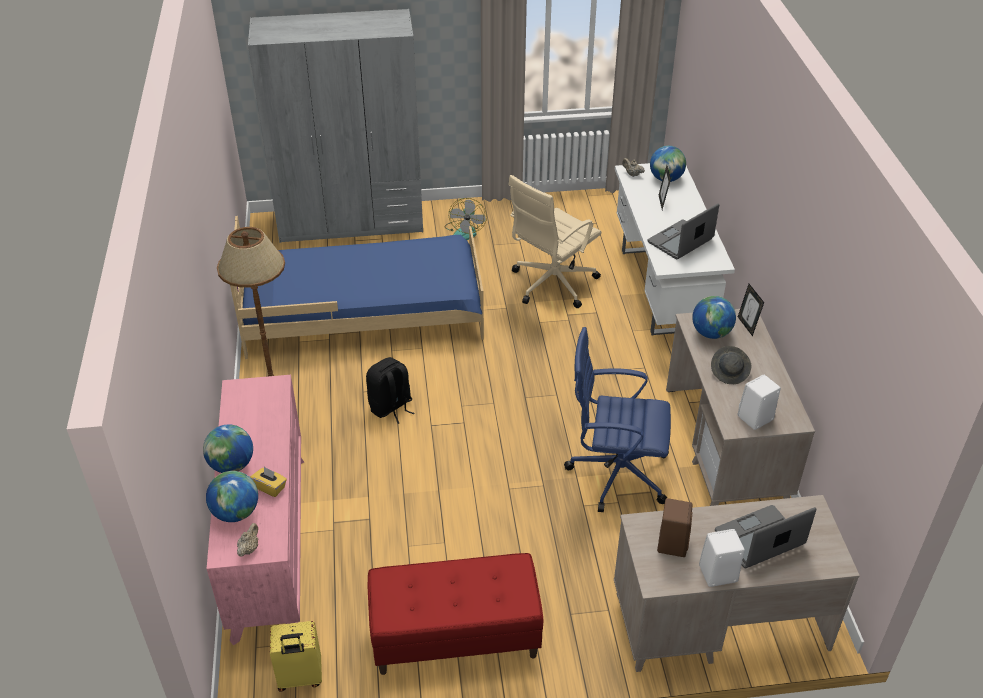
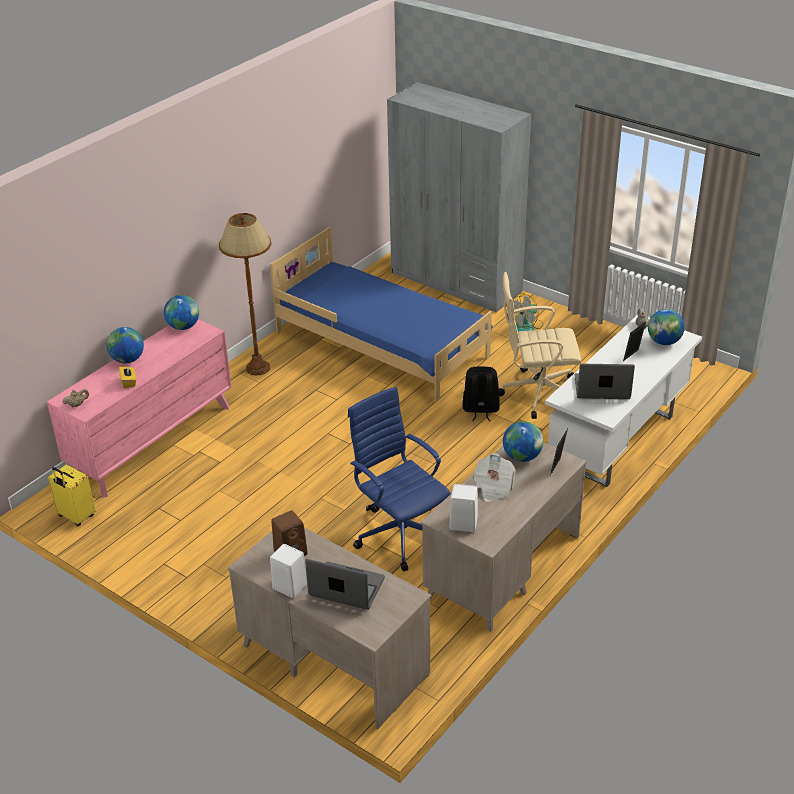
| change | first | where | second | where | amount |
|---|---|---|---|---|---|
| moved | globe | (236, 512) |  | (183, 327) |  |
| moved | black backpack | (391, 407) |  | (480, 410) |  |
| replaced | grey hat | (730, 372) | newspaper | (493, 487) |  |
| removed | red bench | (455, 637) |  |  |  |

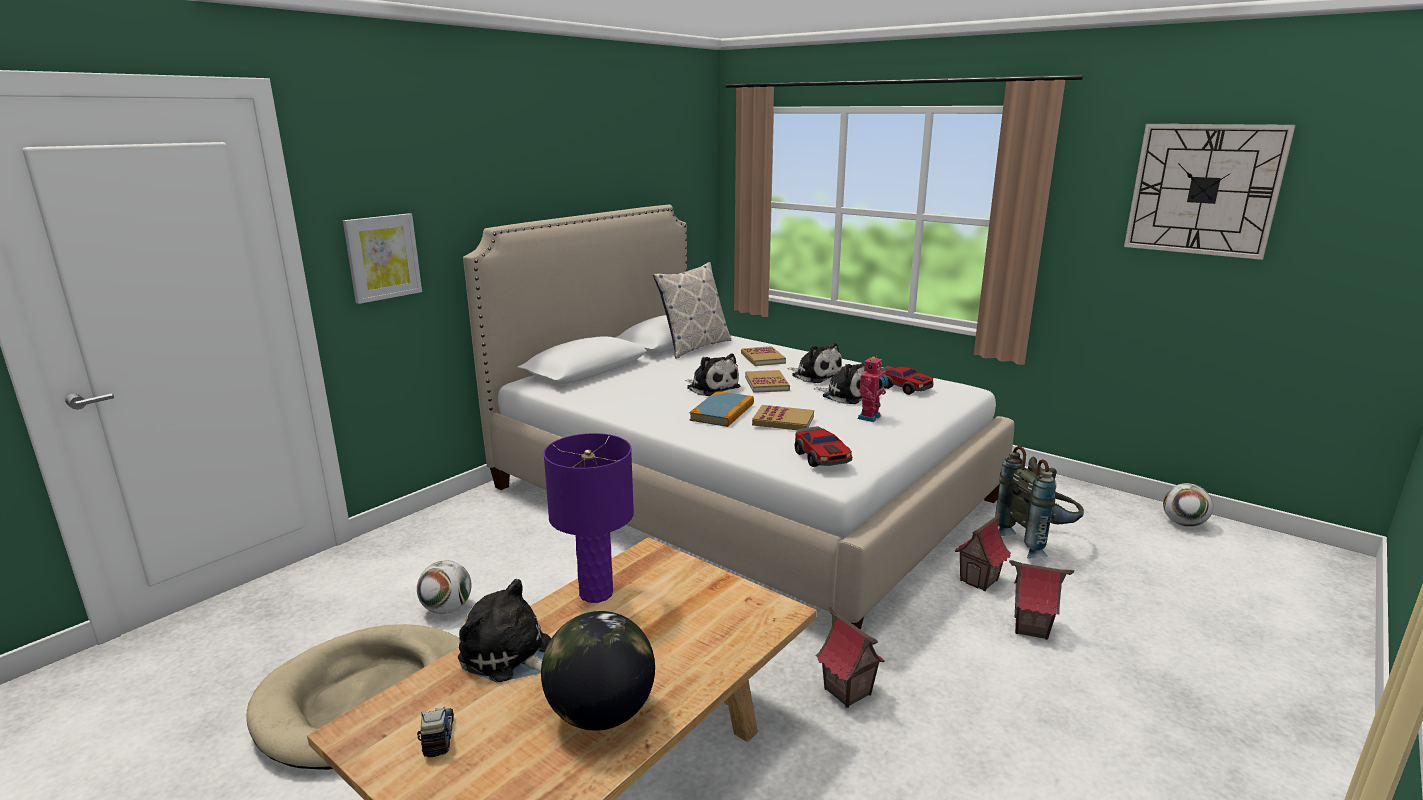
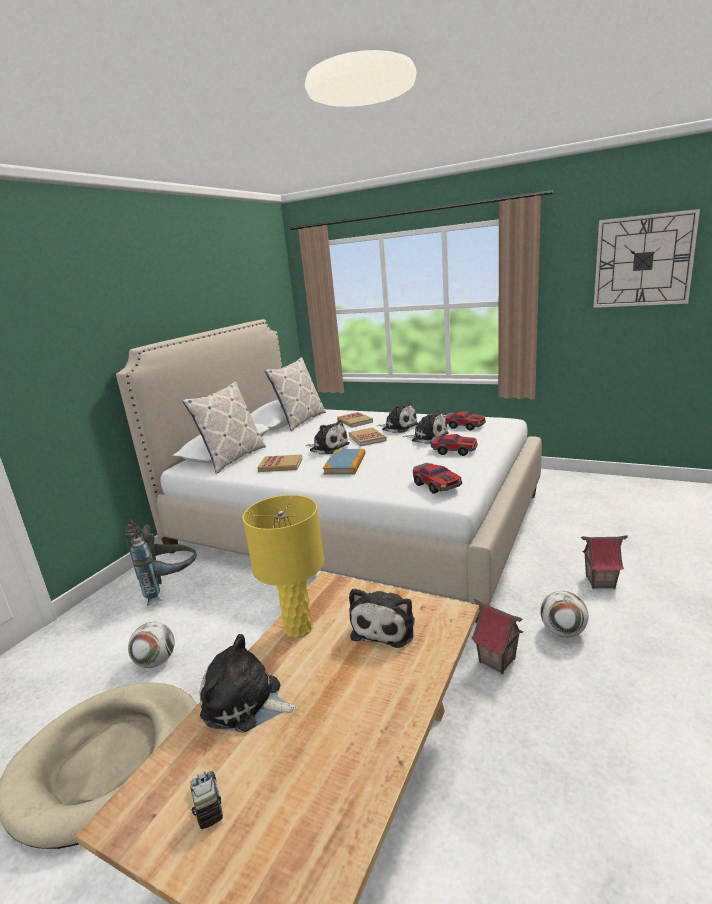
| change | first | where | second | where | amount |
|---|---|---|---|---|---|
| moved | grey backpack | (1037, 542) |  | (170, 588) |  |
| added |  |  | pillow | (233, 458) |  |
| recoloured | purple table lamp | (596, 593) | yellow table lamp | (299, 628) |  |
| moved | book | (783, 421) |  | (280, 465) |  |
| added |  |  | plush toy | (385, 626) |  |
| replaced | toy robot | (870, 418) | toy car | (454, 450) |  |
| moved | football | (1183, 523) |  | (563, 632) |  |
| removed | picture | (382, 257) |  |  |  |
| removed | globe | (601, 714) |  |  |  |
| removed | toy house | (979, 580) |  |  |  |

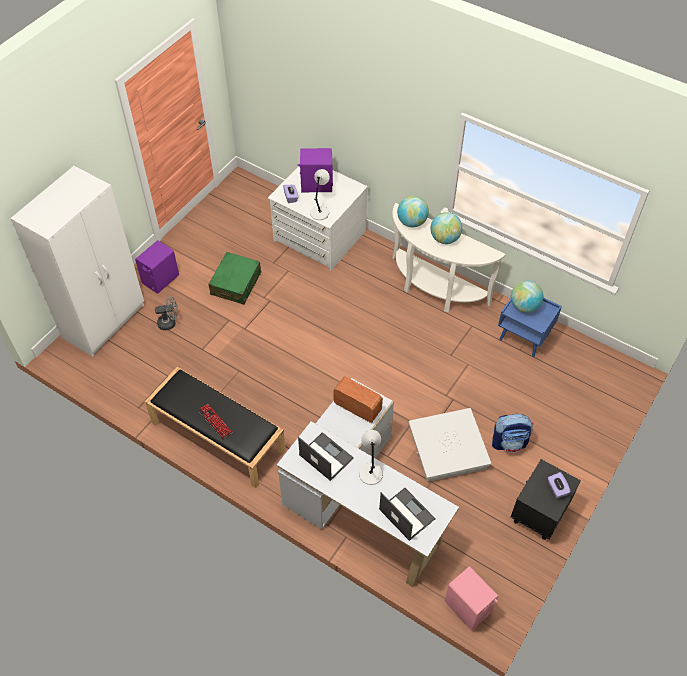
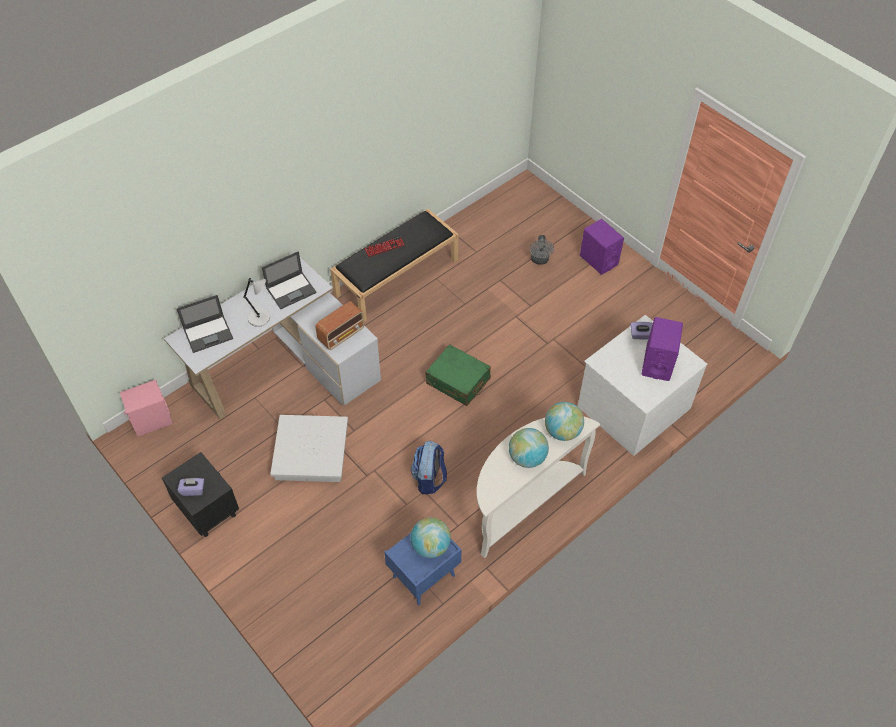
| change | first | where | second | where | amount |
|---|---|---|---|---|---|
| moved | backpack | (509, 442) |  | (429, 479) |  |
| moved | green suitcase | (236, 284) |  | (458, 381) |  |
| removed | white wardrobe | (105, 321) |  |  |  |
| removed | grey table lamp | (320, 212) |  |  |  |

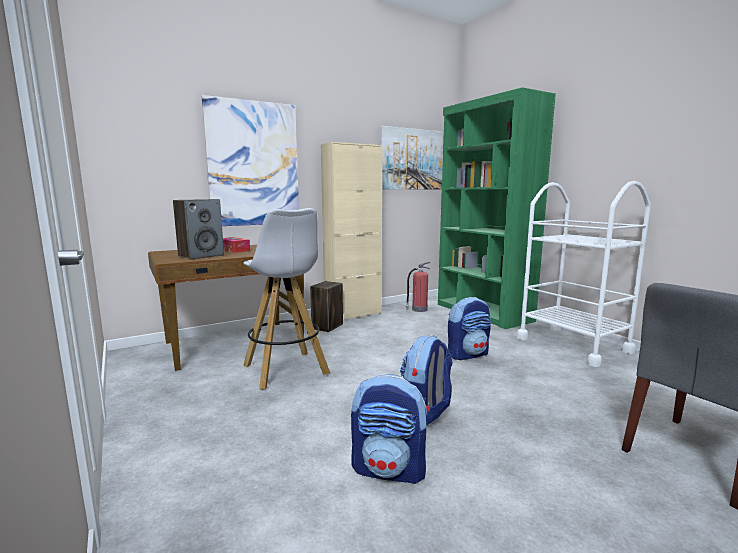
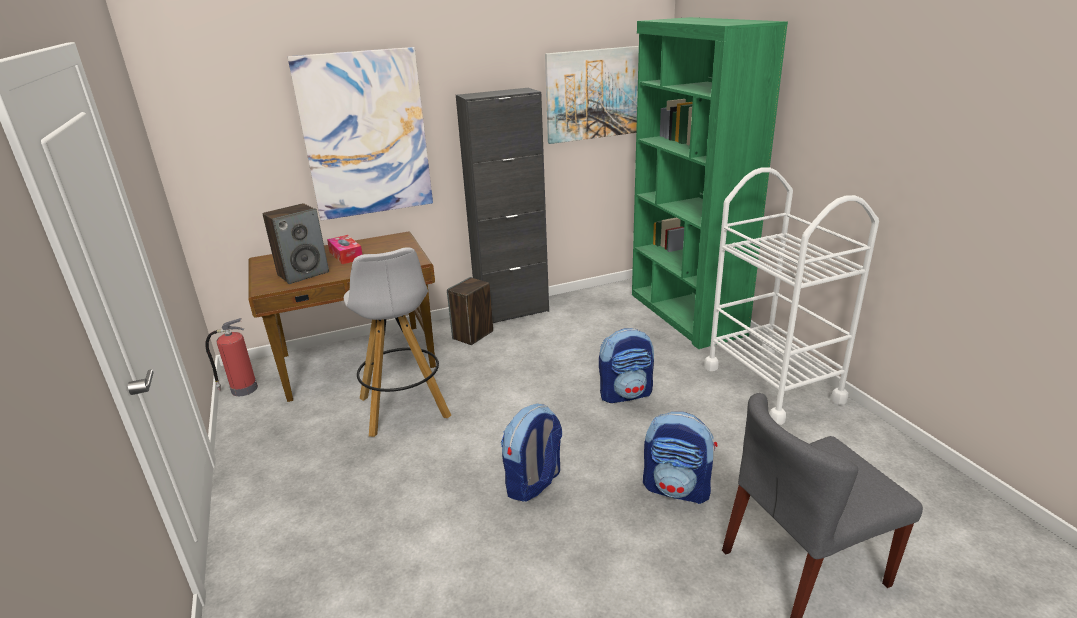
| change | first | where | second | where | amount |
|---|---|---|---|---|---|
| moved | fire extinguisher | (418, 309) |  | (243, 389) |  |
| recoloured | beige cabinet | (353, 314) | black cabinet | (512, 312) |  |
| moved | backpack | (389, 469) |  | (677, 489) |  |

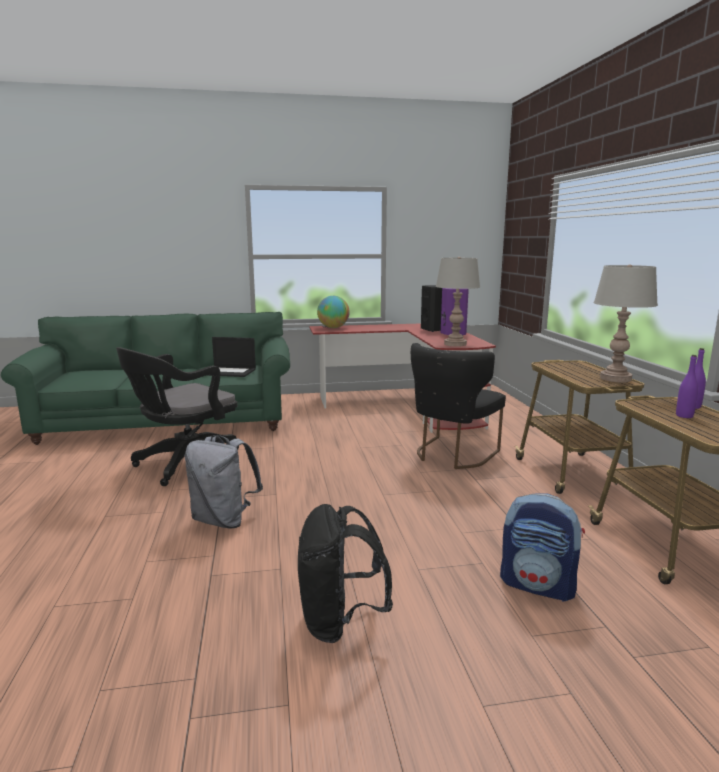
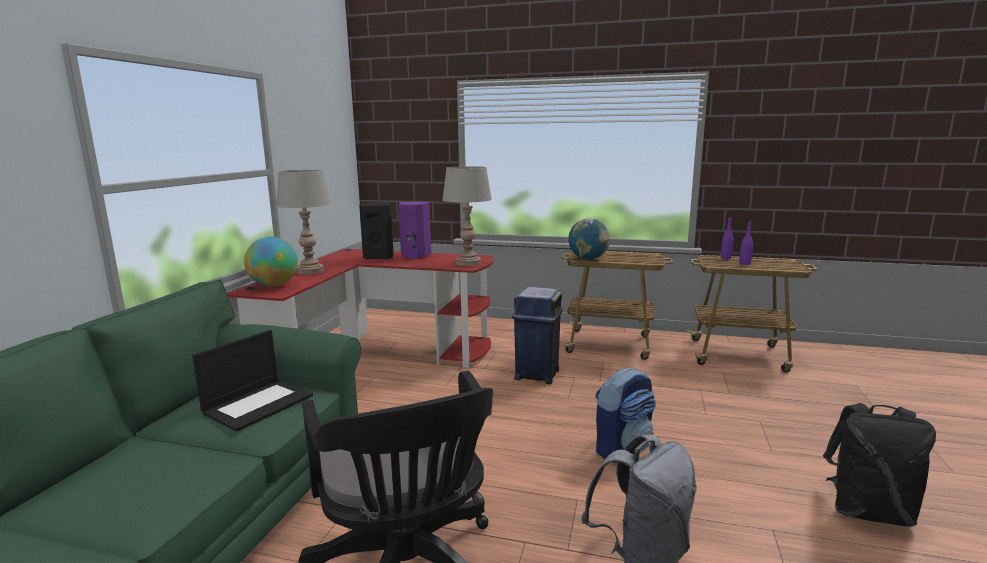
| change | first | where | second | where | amount |
|---|---|---|---|---|---|
| moved | grey table lamp | (615, 378) |  | (310, 271) |  |
| replaced | black chair | (452, 455) | blue trash can | (537, 374) |  |
| added |  |  | globe | (588, 259) |  |
| moved | backpack | (538, 585) |  | (622, 449) |  |

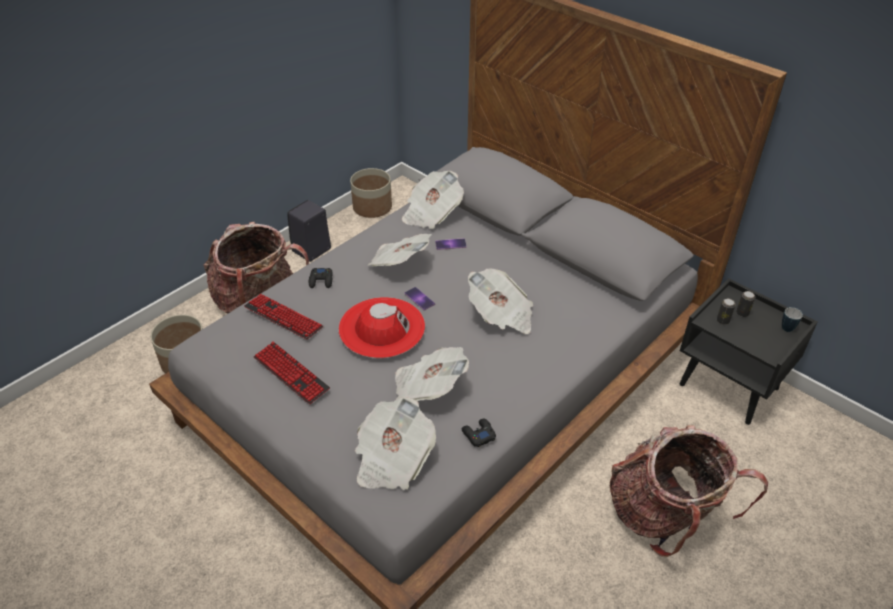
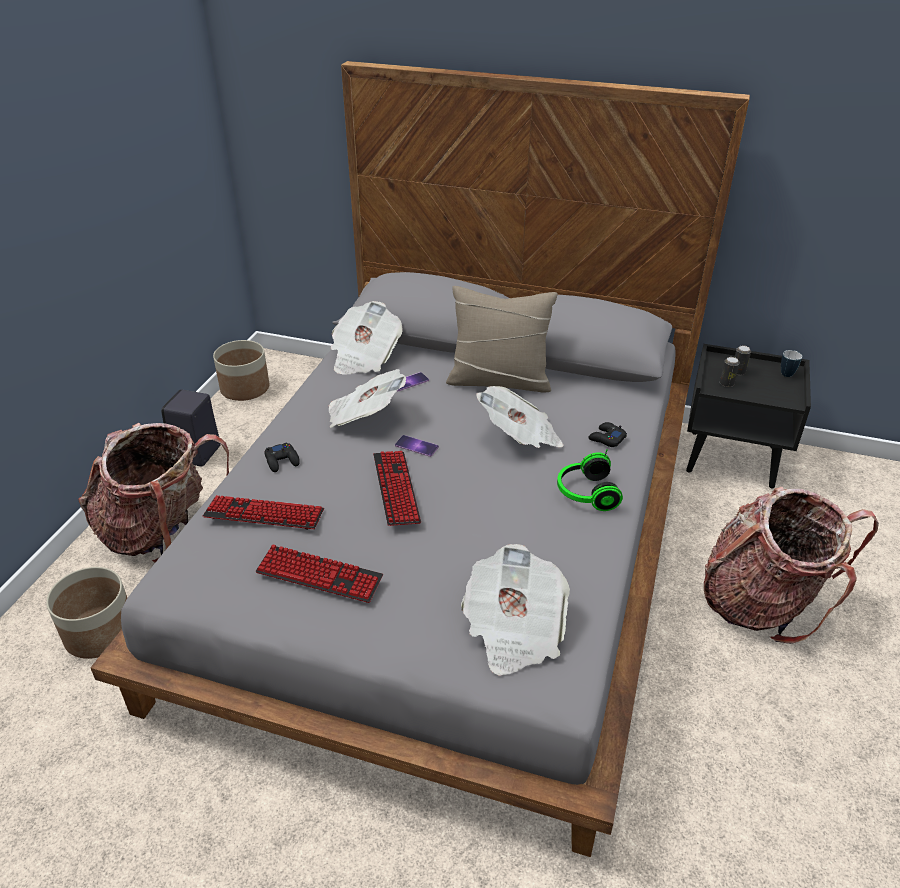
| change | first | where | second | where | amount |
|---|---|---|---|---|---|
| replaced | red hat | (381, 327) | keyboard | (396, 488) |  |
| added |  |  | beige pillow | (499, 381) |  |
| added |  |  | headphones | (585, 493) |  |
| moved | black game controller | (478, 435) |  | (606, 438) |  |
| removed | newspaper | (428, 388) |  |  |  |

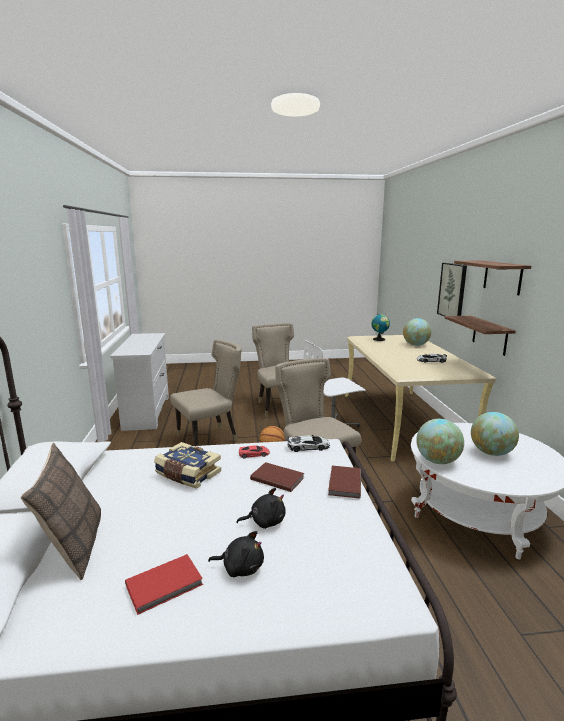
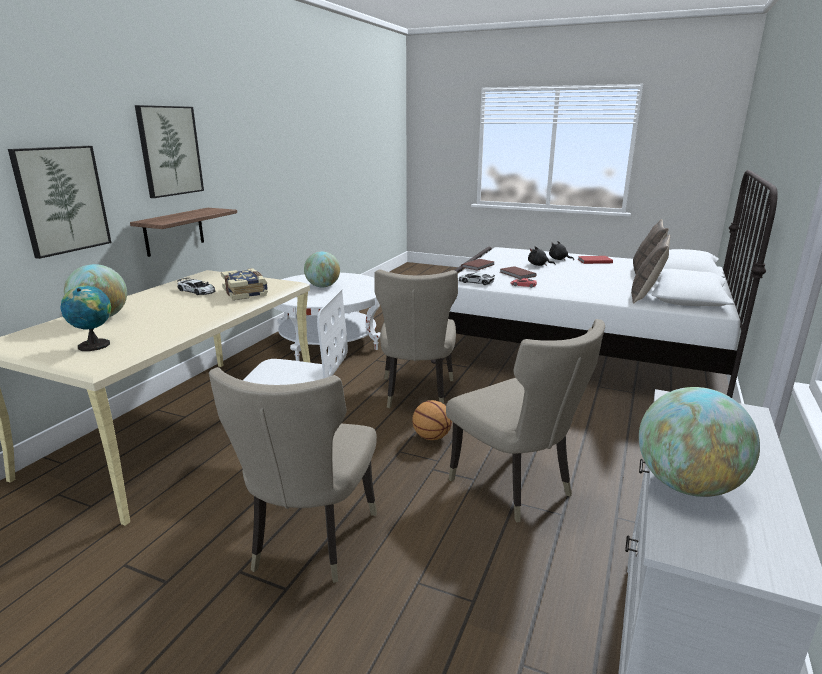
| change | first | where | second | where | amount |
|---|---|---|---|---|---|
| replaced | shelf | (502, 277) | picture | (169, 151) |  |
| moved | book | (187, 474) |  | (246, 292) |  |
| turned | beige chair | (210, 439) |  | (515, 487) | 120 degrees counterclockwise |
| added |  |  | pillow | (646, 296) |  |
| moved | globe | (437, 461) |  | (687, 485) |  |

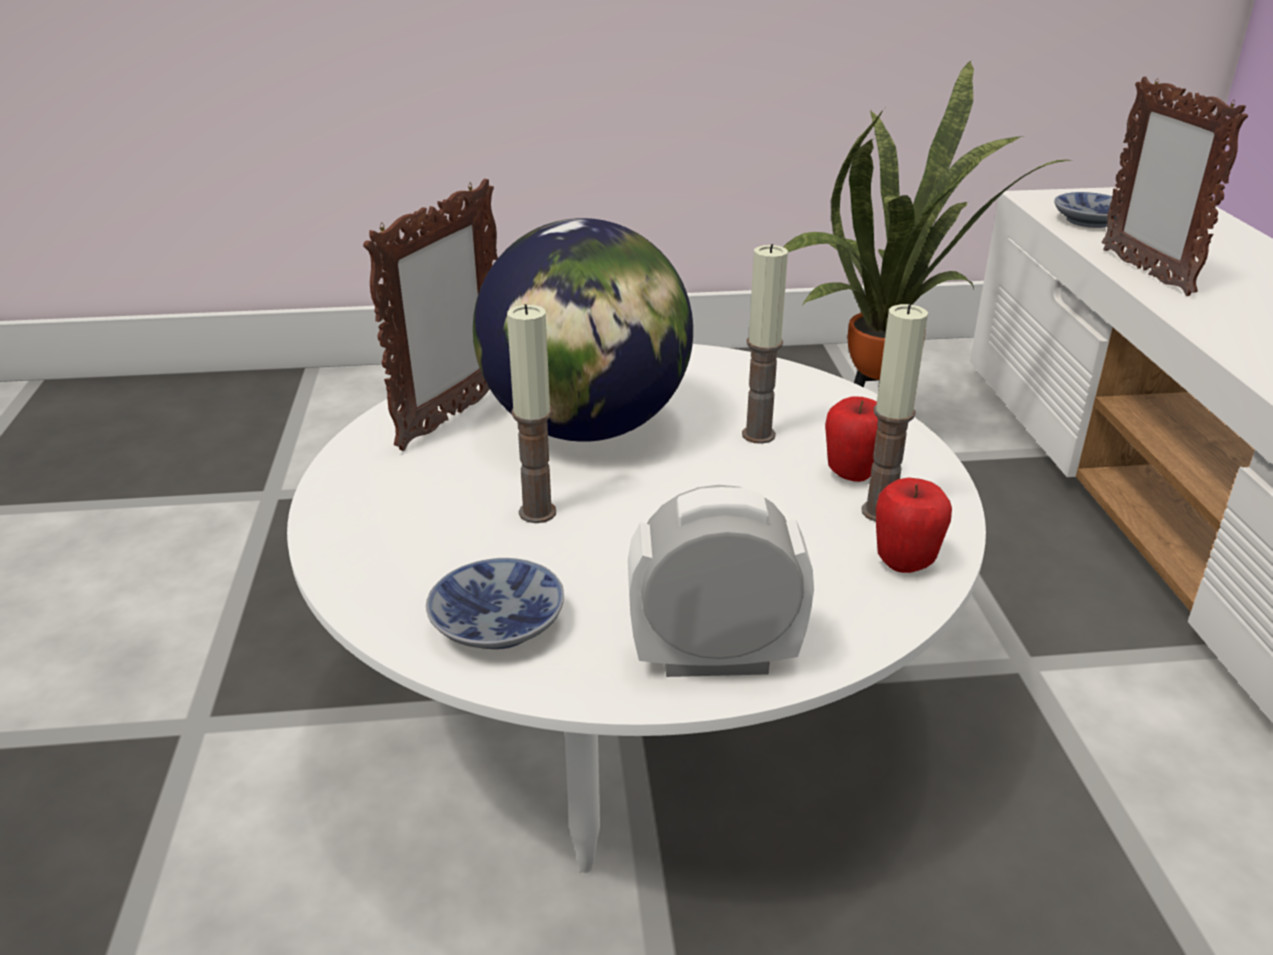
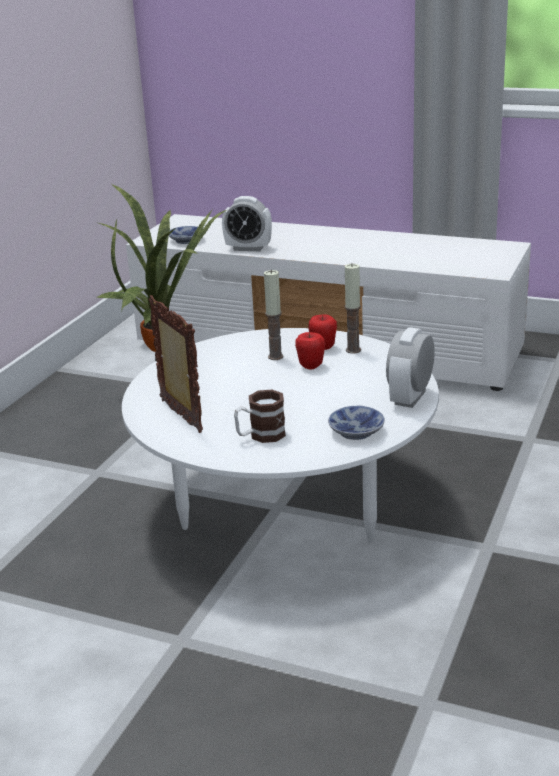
| change | first | where | second | where | amount |
|---|---|---|---|---|---|
| replaced | picture frame | (1145, 272) | alarm clock | (248, 248) |  |
| added |  |  | mug | (260, 436) |  |
| moved | apple | (905, 562) |  | (310, 366) |  |
| removed | globe | (586, 428) |  |  |  |
| removed | candle | (537, 512) |  |  |  |

